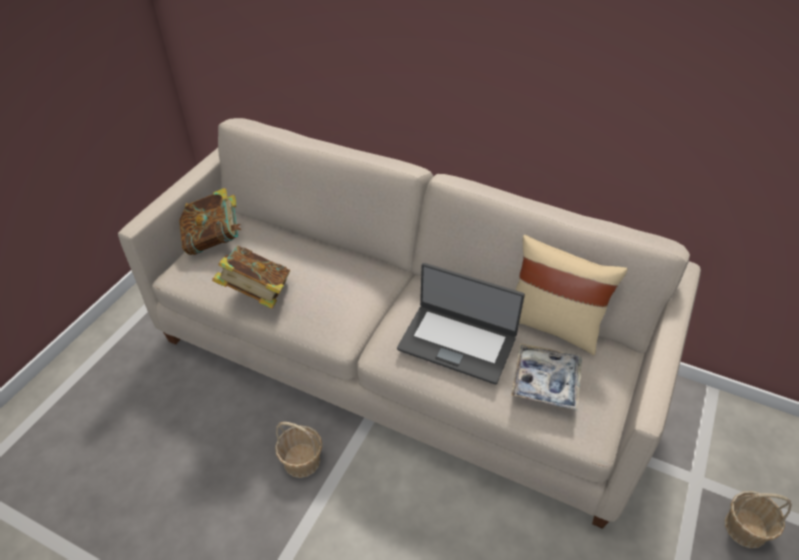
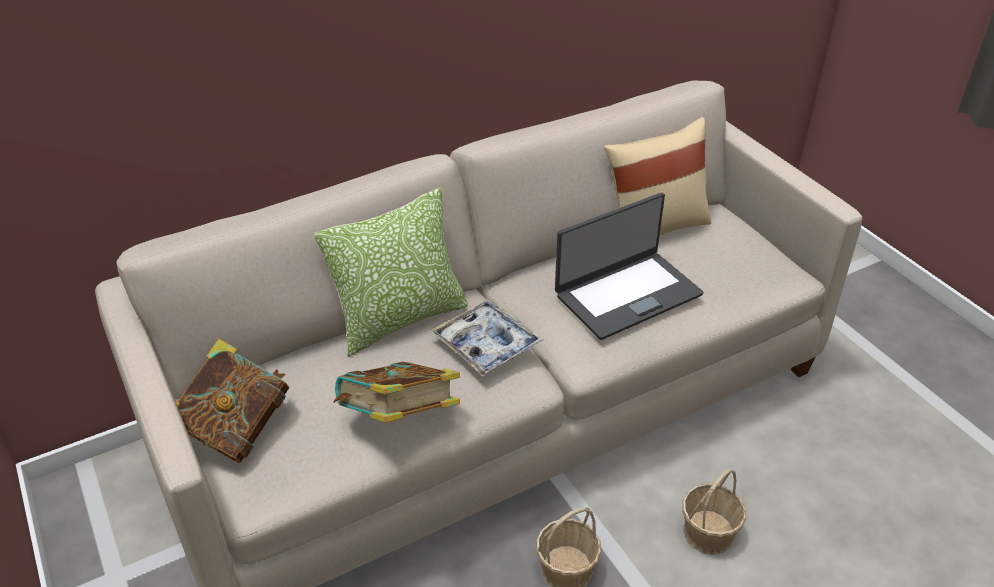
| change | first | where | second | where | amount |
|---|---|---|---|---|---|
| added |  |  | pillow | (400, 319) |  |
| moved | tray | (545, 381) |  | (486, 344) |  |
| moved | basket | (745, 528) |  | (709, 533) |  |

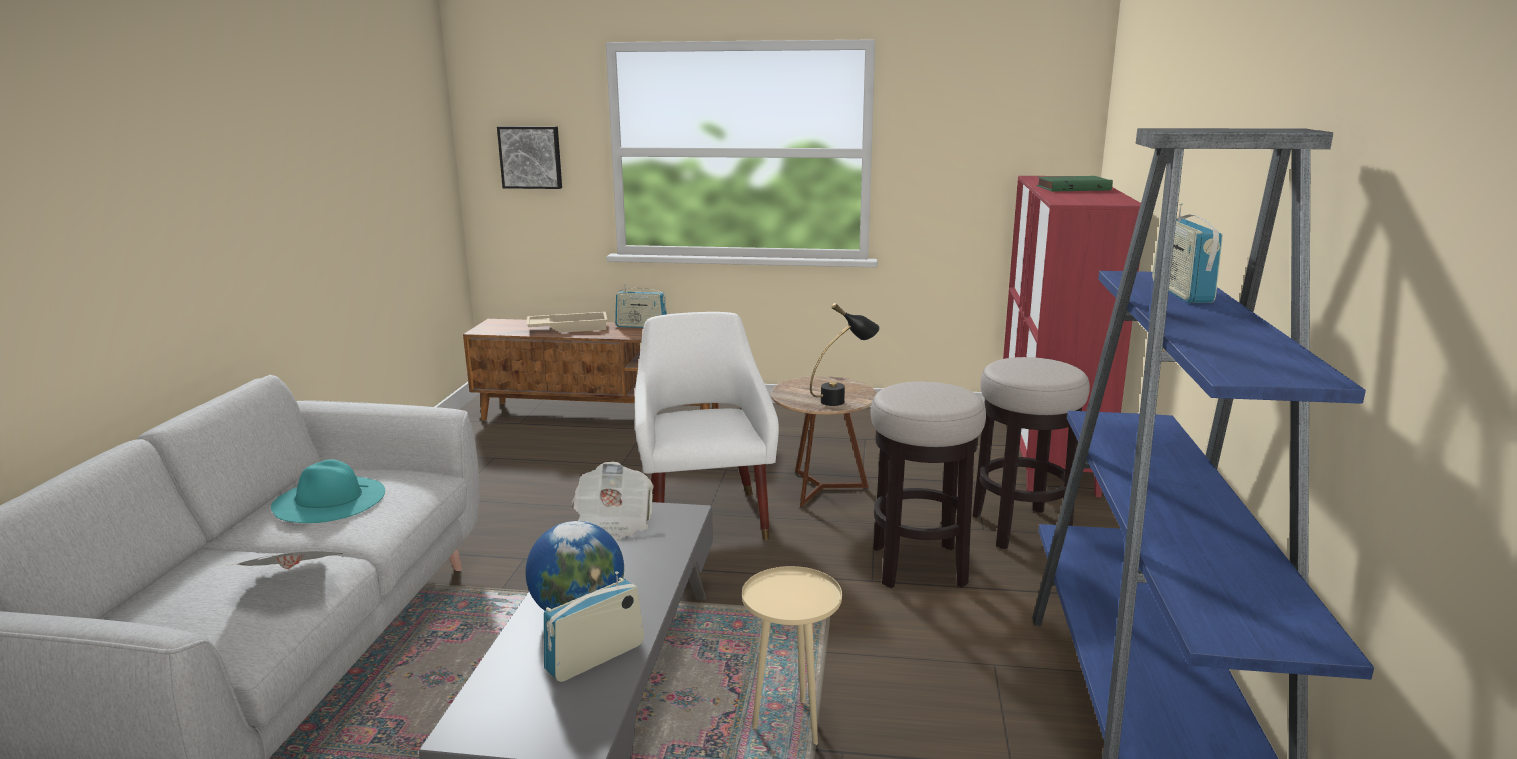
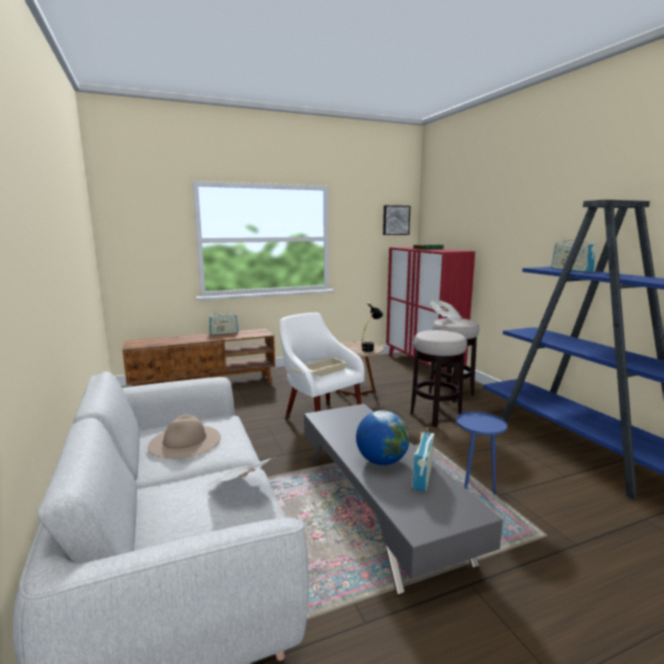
| change | first | where | second | where | amount |
|---|---|---|---|---|---|
| recoloured | turquoise hat | (329, 499) | beige hat | (185, 441) |  |
| moved | beige tray | (568, 327) |  | (319, 372) |  |
| moved | picture | (531, 157) |  | (395, 220) |  |
| moved | newspaper | (614, 523) |  | (445, 319) |  |
| recoloured | beige side table | (791, 725) | blue side table | (475, 490) |  |

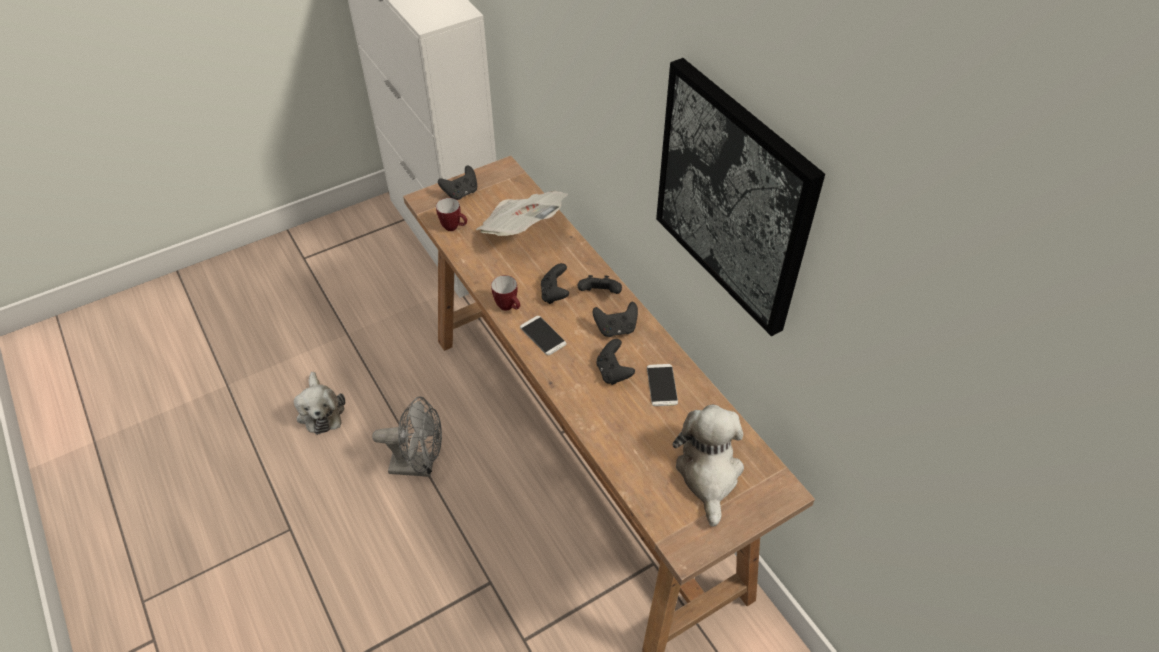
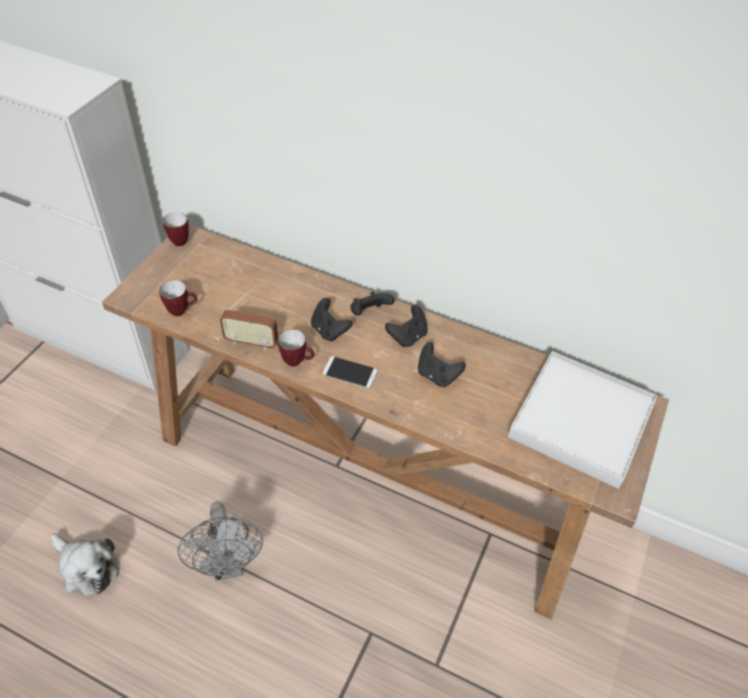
| change | first | where | second | where | amount |
|---|---|---|---|---|---|
| added |  |  | mug | (180, 240) |  |
| turned | grey fan | (419, 465) |  | (228, 565) | 105 degrees clockwise |
| added |  |  | radio | (251, 342) |  |
| replaced | plush toy | (708, 473) | white tray | (581, 421) |  |
| removed | black game controller | (461, 193) |  |  |  |
| removed | newspaper | (522, 230) |  |  |  |
| removed | phone | (662, 385) |  |  |  |
| removed | picture | (734, 197) |  |  |  |

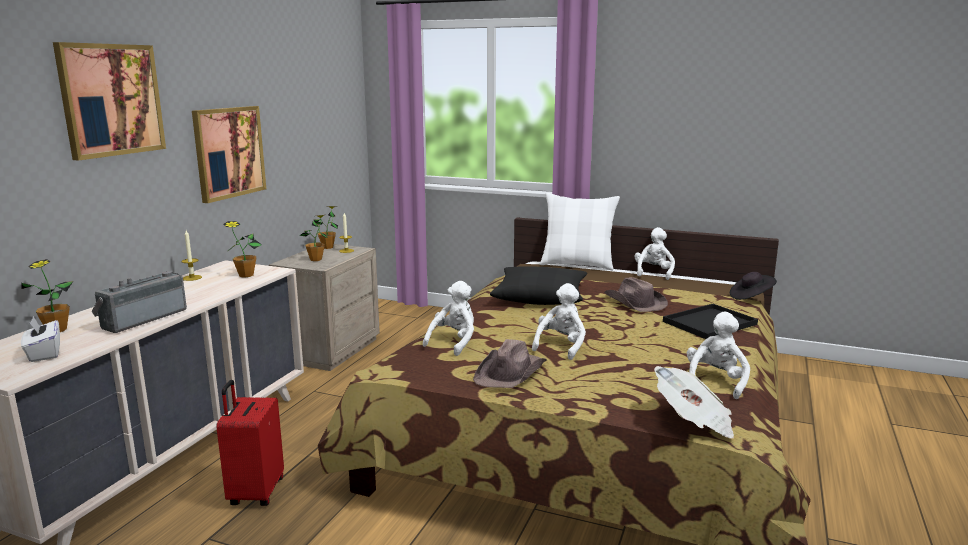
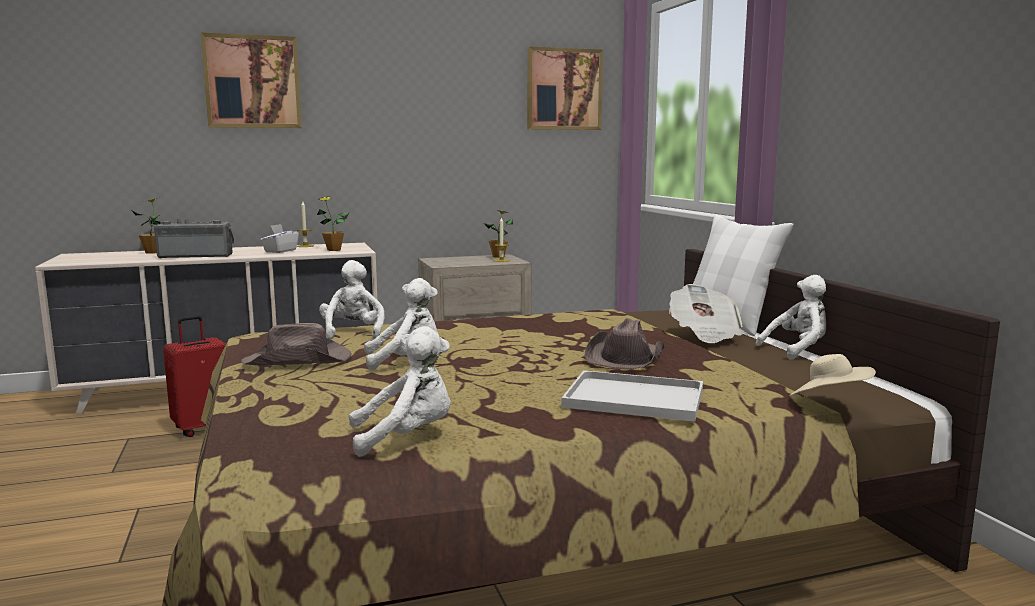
| change | first | where | second | where | amount |
|---|---|---|---|---|---|
| moved | white tissue box | (44, 354) |  | (280, 251) |  |
| turned | white plush toy | (454, 342) |  | (353, 333) | 90 degrees counterclockwise |
| moved | picture | (229, 152) |  | (564, 89) |  |
| recoloured | black tray | (709, 323) | white tray | (631, 398) |  |
| moved | newspaper | (694, 421) |  | (704, 333) |  |
| recoloured | black hat | (751, 297) | beige hat | (828, 401) |  |
| removed | potted plant | (316, 259) |  |  |  |
| removed | black pillow | (540, 296) |  |  |  |

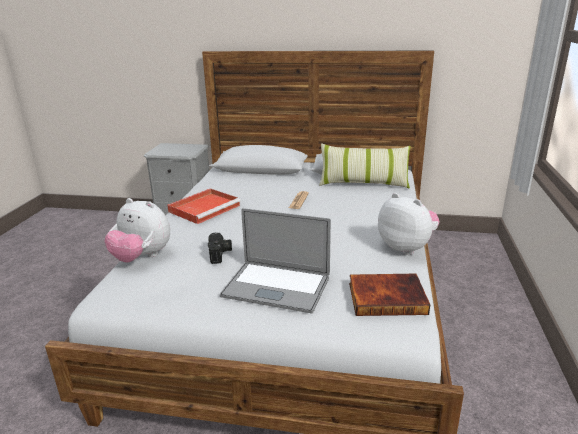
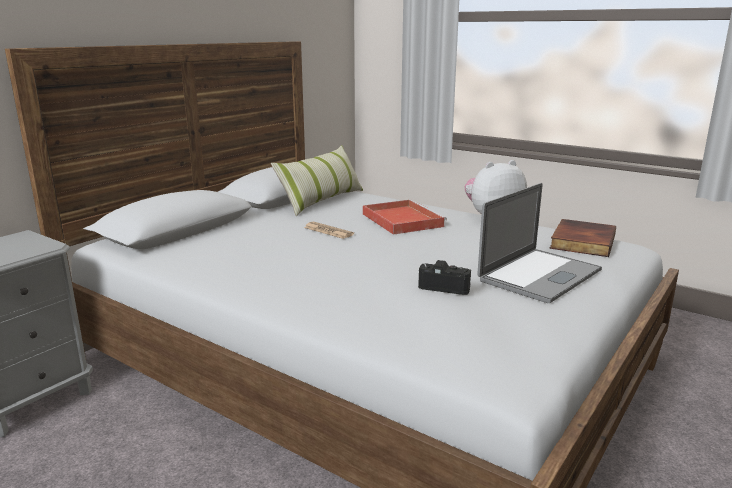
| change | first | where | second | where | amount |
|---|---|---|---|---|---|
| moved | red tray | (205, 208) |  | (401, 220) |  |
| removed | plush toy | (142, 257) |  |  |  |

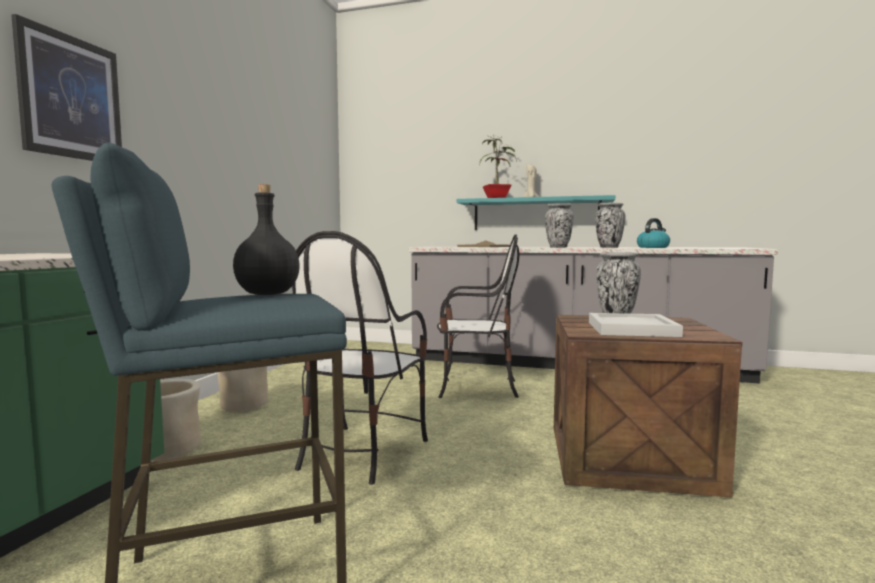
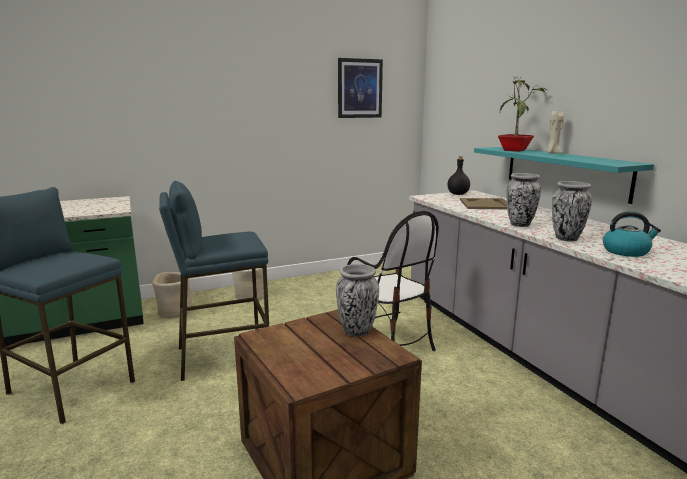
| change | first | where | second | where | amount |
|---|---|---|---|---|---|
| replaced | chair | (362, 452) | blue stool | (222, 356) |  |
| moved | picture | (71, 98) |  | (359, 88) |  |
| moved | black bottle | (269, 294) |  | (458, 194) |  |
| removed | white tray | (630, 328) |  |  |  |

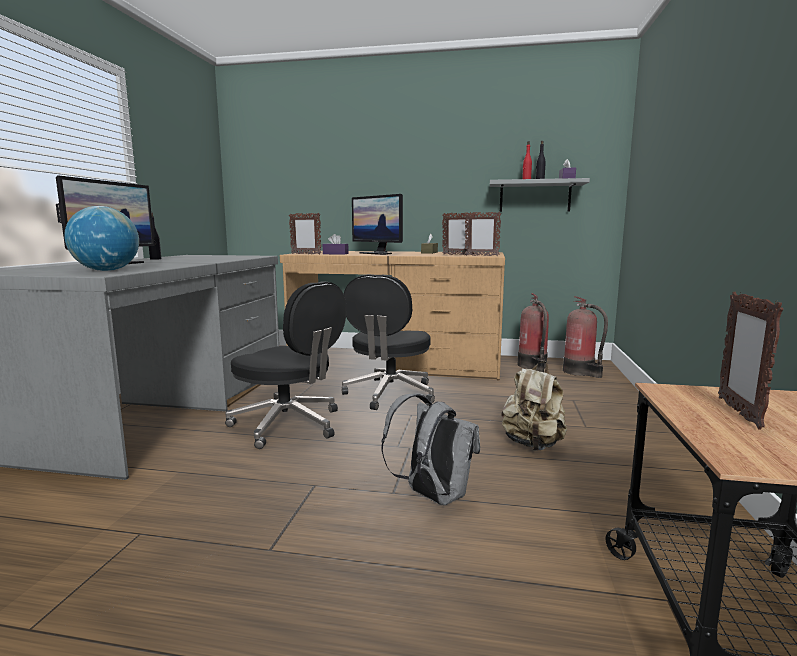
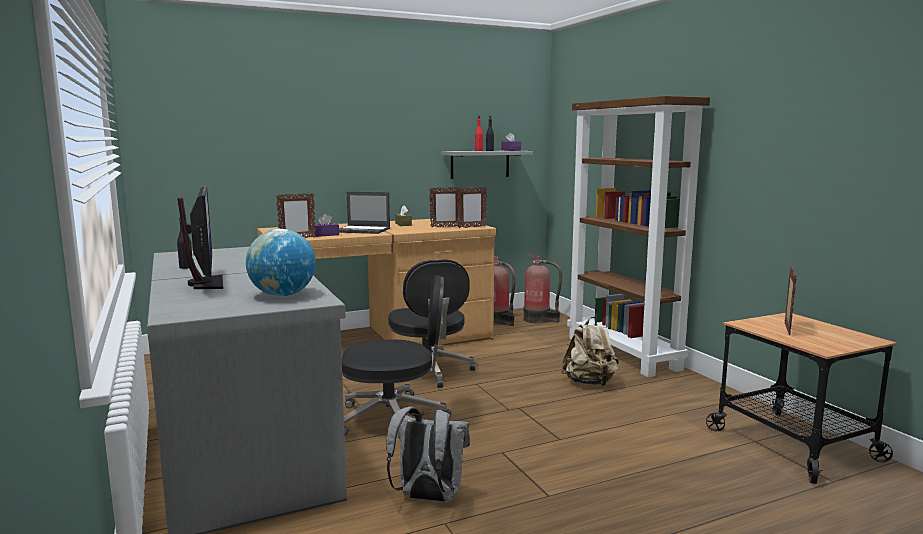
| change | first | where | second | where | amount |
|---|---|---|---|---|---|
| replaced | monitor | (378, 253) | laptop | (363, 230) |  |
| moved | grey backpack | (432, 496) |  | (427, 498) |  |
| added |  |  | brown bookcase | (623, 353) |  |
| turned | picture frame | (738, 412) |  | (786, 329) | 135 degrees counterclockwise |

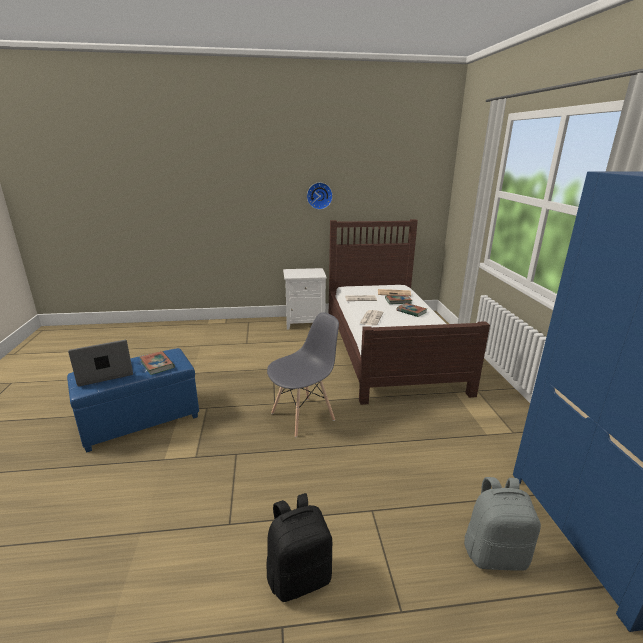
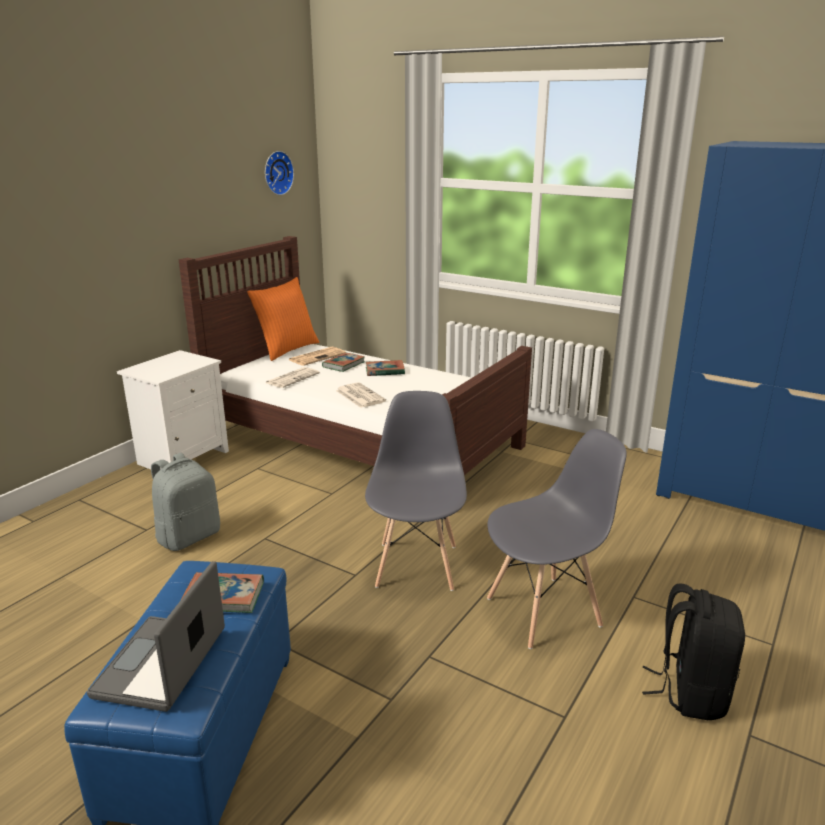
| change | first | where | second | where | amount |
|---|---|---|---|---|---|
| moved | grey backpack | (494, 553) |  | (189, 536) |  |
| added |  |  | orange pillow | (287, 349) |  |
| moved | wall clock | (319, 195) |  | (277, 173) |  |
| added |  |  | grey chair | (544, 611) |  |

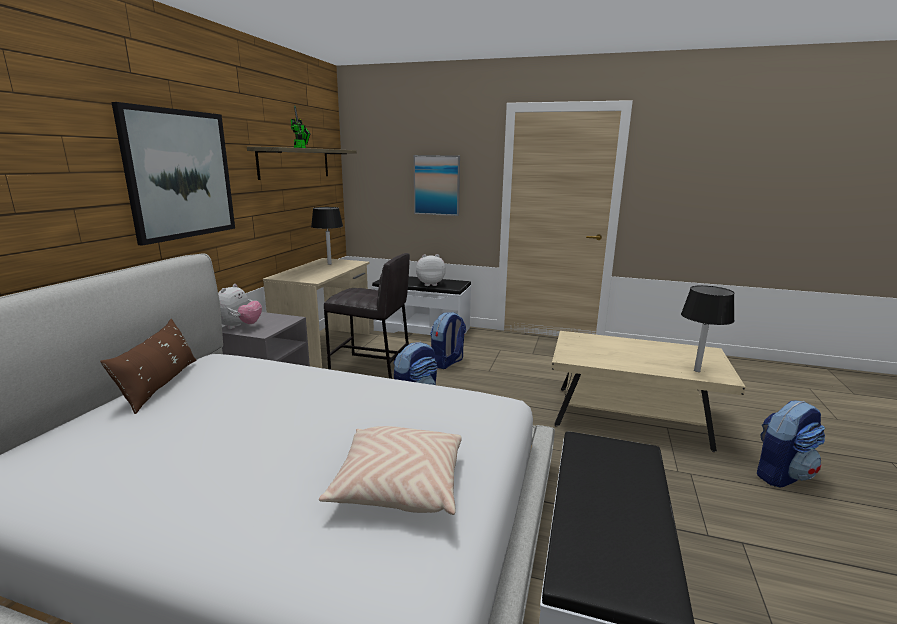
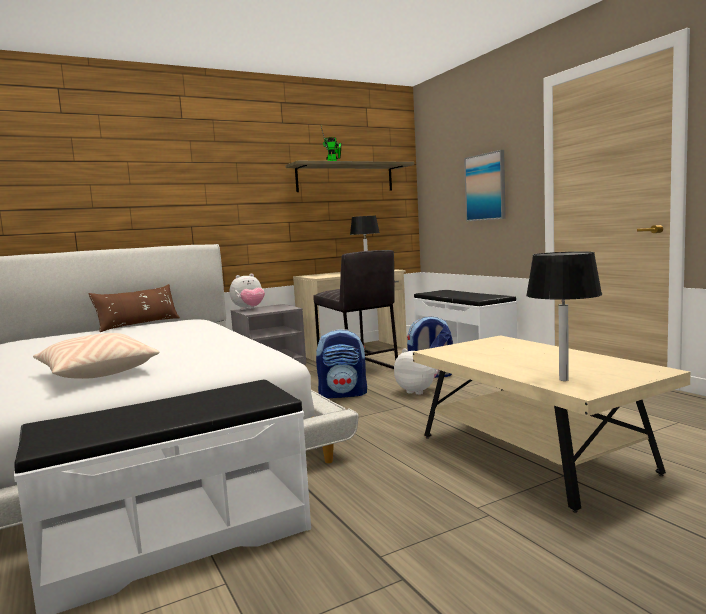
| change | first | where | second | where | amount |
|---|---|---|---|---|---|
| moved | plush toy | (430, 284) |  | (417, 391) |  |
| removed | picture | (180, 174) |  |  |  |
| removed | backpack | (781, 474) |  |  |  |

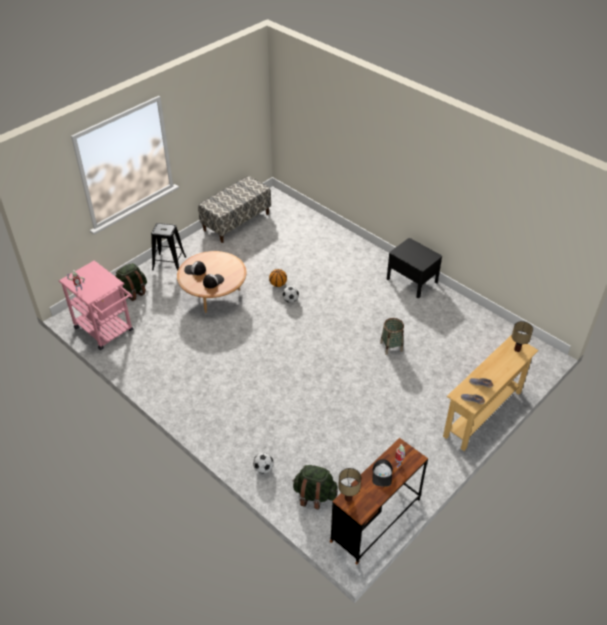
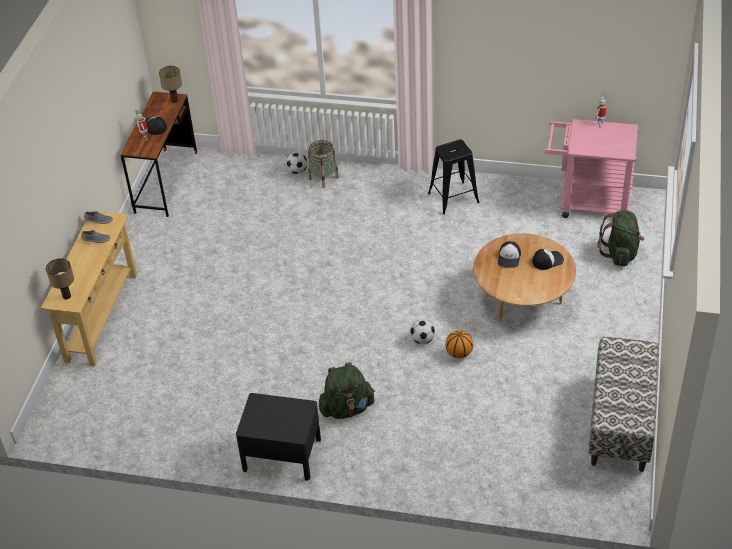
| change | first | where | second | where | amount |
|---|---|---|---|---|---|
| moved | basket | (391, 346) |  | (323, 178) |  |
| moved | green backpack | (314, 495) |  | (347, 408) |  |
| moved | black stool | (169, 263) |  | (453, 198) |  |

